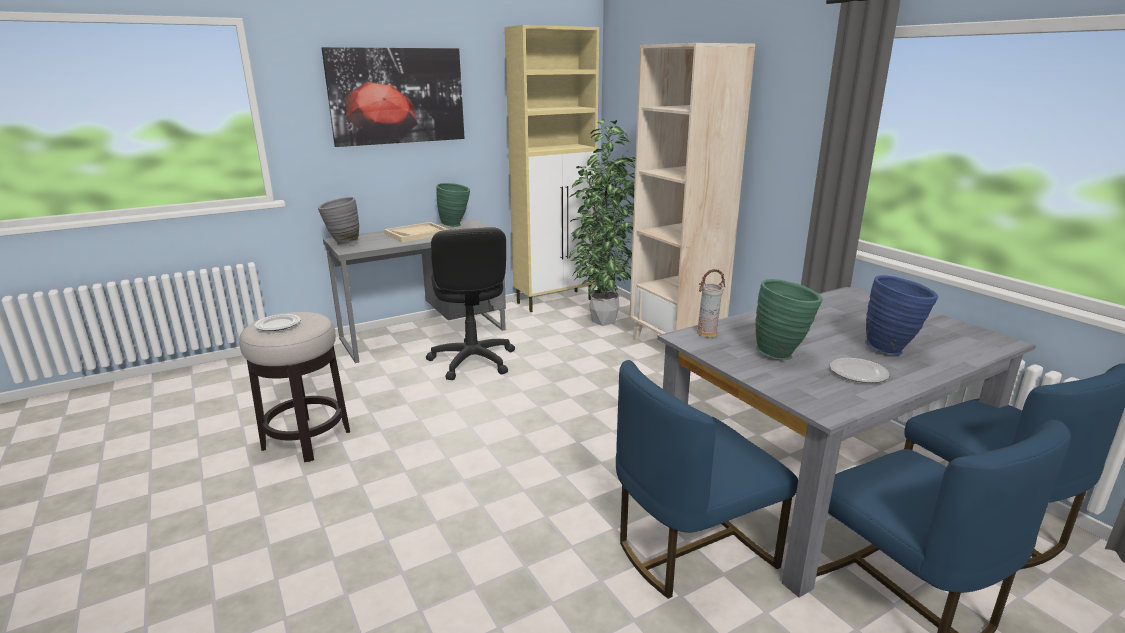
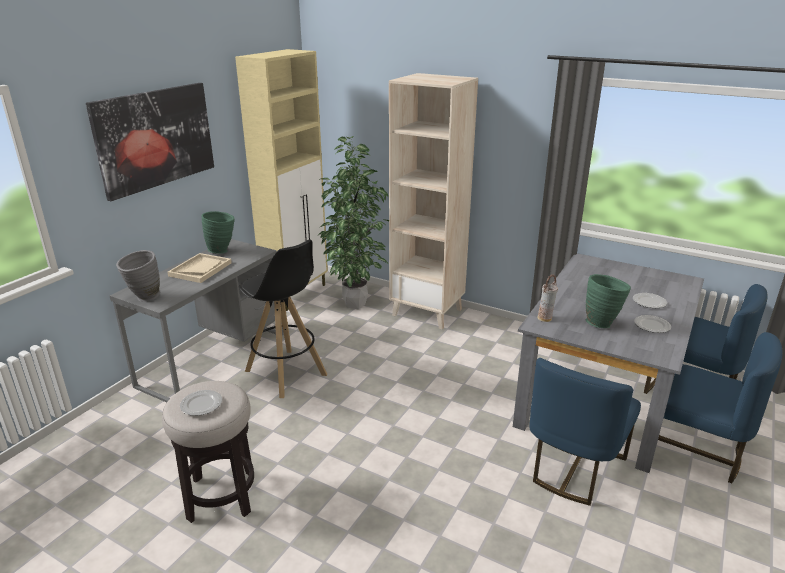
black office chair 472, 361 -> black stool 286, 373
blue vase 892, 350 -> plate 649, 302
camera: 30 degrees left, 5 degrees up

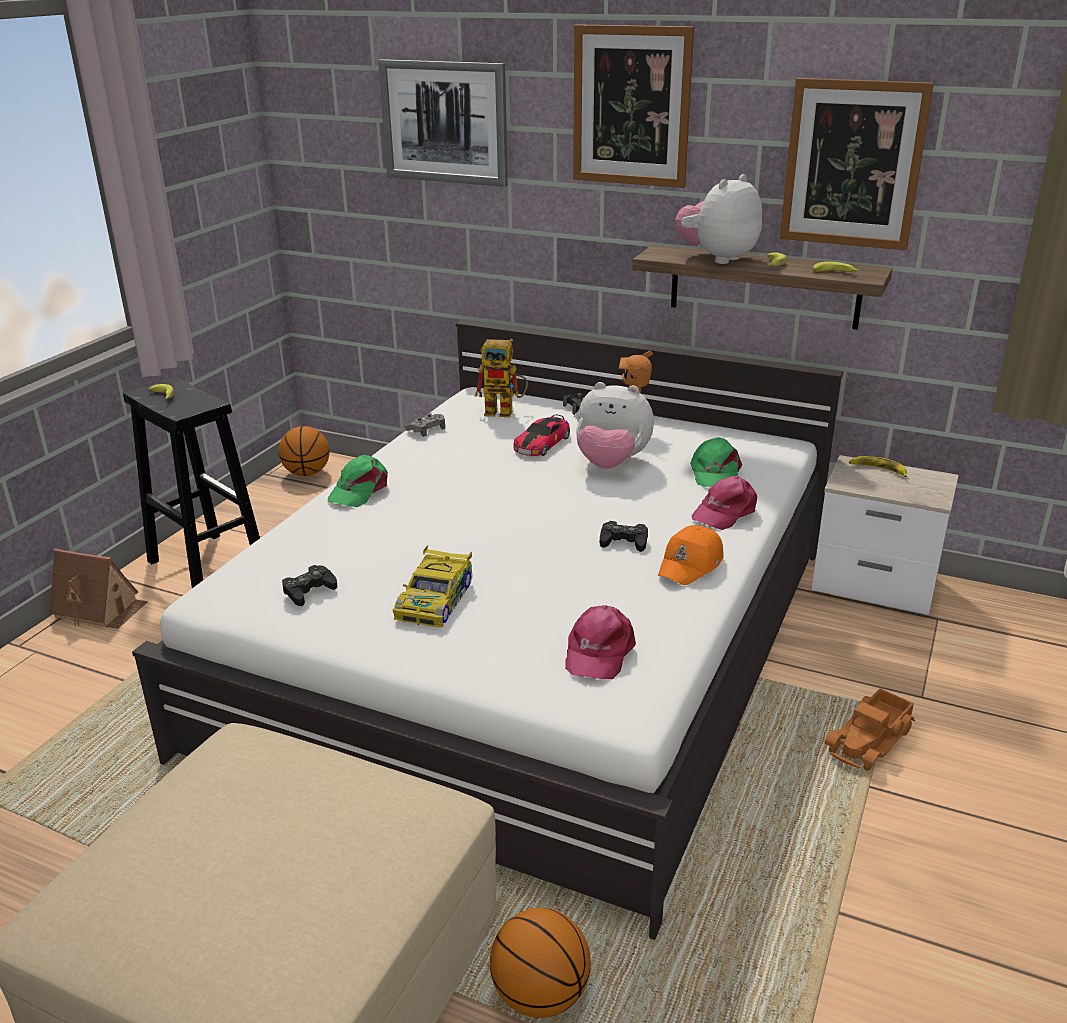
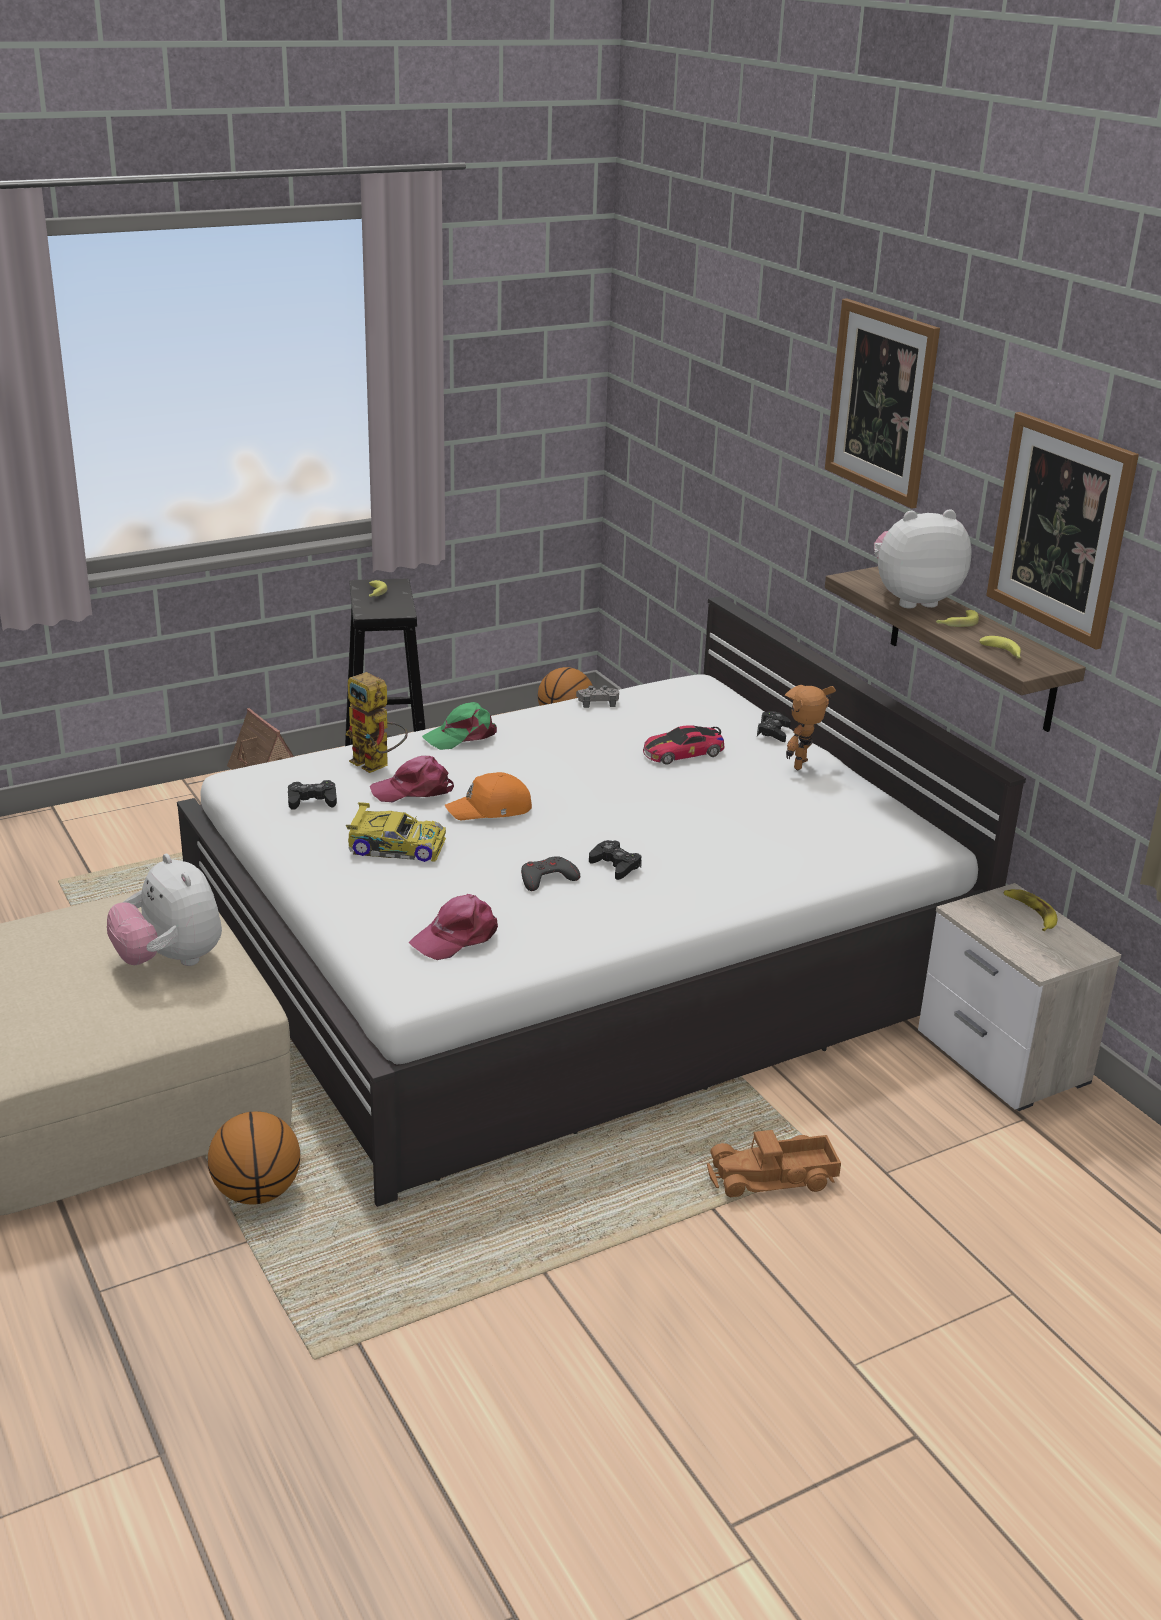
picture 444, 122 -> none
green cap 715, 473 -> none
none -> grey game controller 547, 878
toy robot 505, 412 -> toy robot 377, 765, relocated
plush toy 611, 464 -> plush toy 170, 960, relocated
orange cap 691, 565 -> orange cap 491, 809, relocated
pink cap 725, 512 -> pink cap 413, 790, relocated
toy car 436, 599 -> toy car 395, 846, 135 degrees counterclockwise
camera: 35 degrees right, 0 degrees up

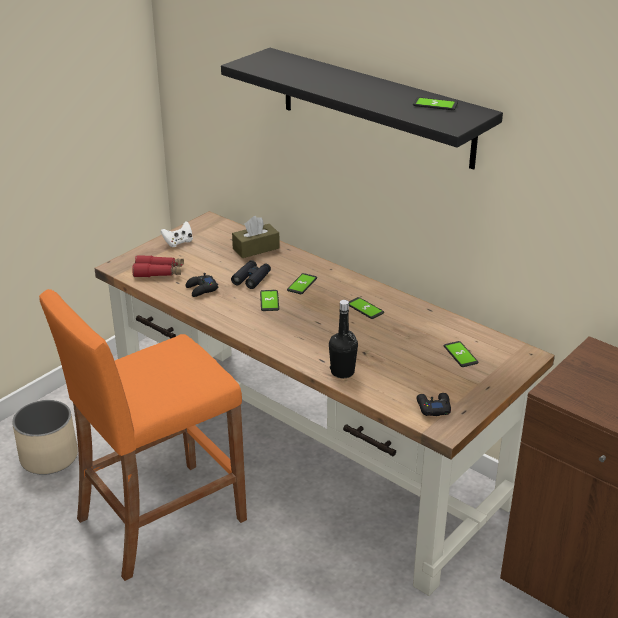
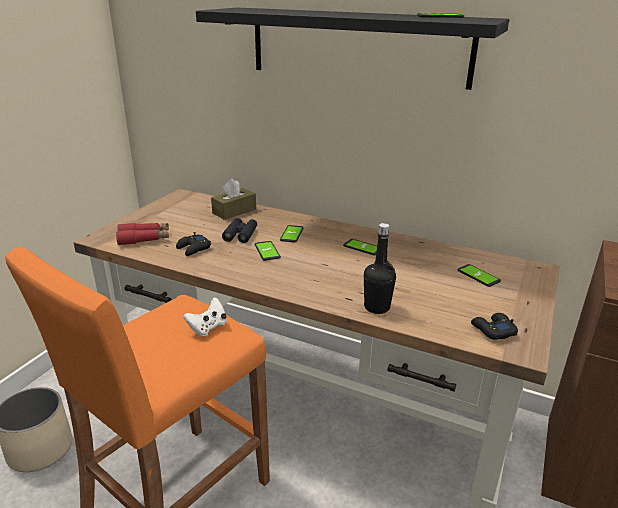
white game controller 178, 242 -> white game controller 208, 328, relocated
camera: 15 degrees left, 5 degrees down

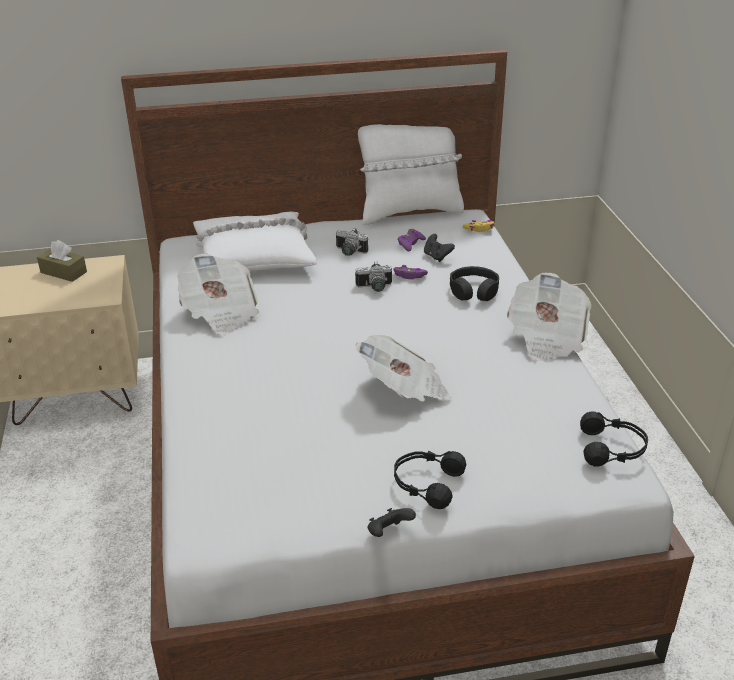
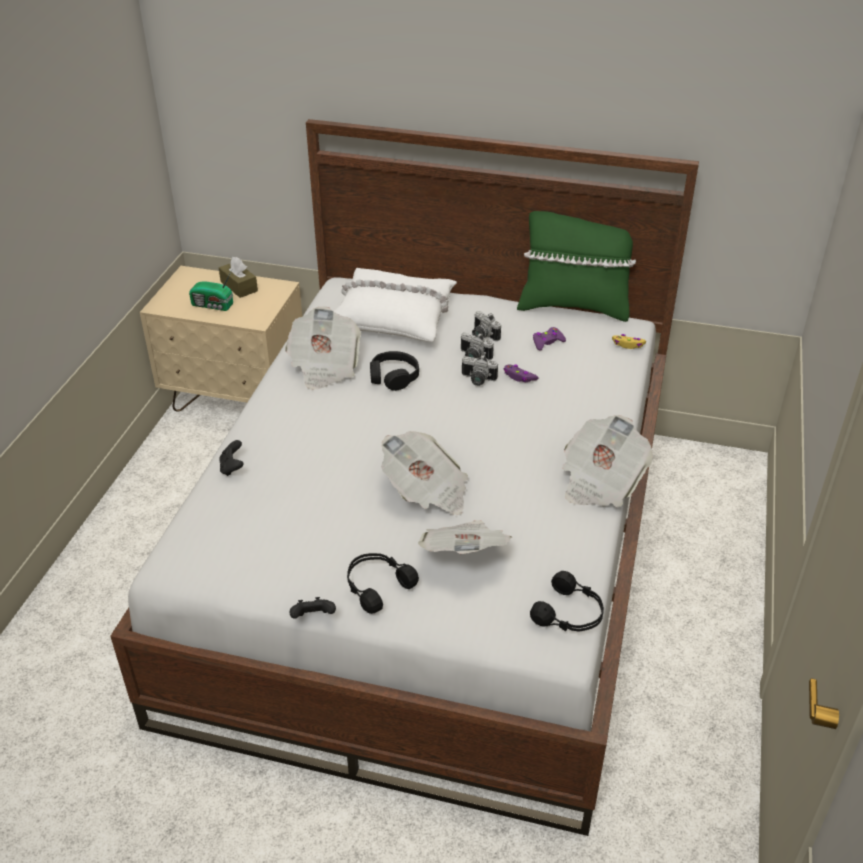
none -> radio 213, 305
none -> newspaper 464, 555
none -> photo camera 473, 357
black game controller 437, 257 -> black game controller 232, 468, relocated
black headphones 473, 291 -> black headphones 393, 377, relocated
white pillow 409, 212 -> green pillow 573, 306
camera: 25 degrees right, 5 degrees up

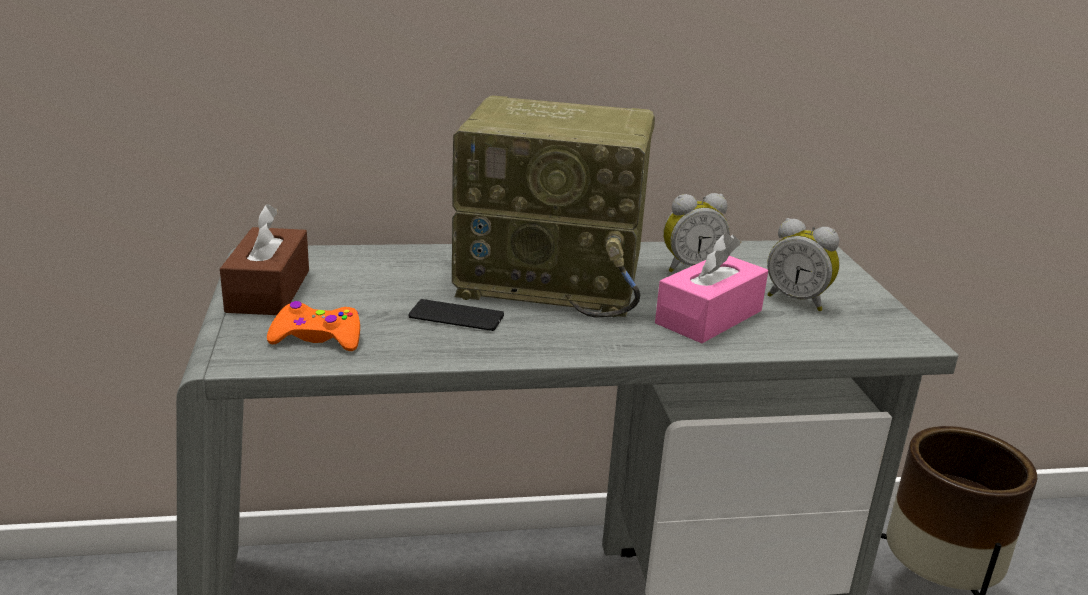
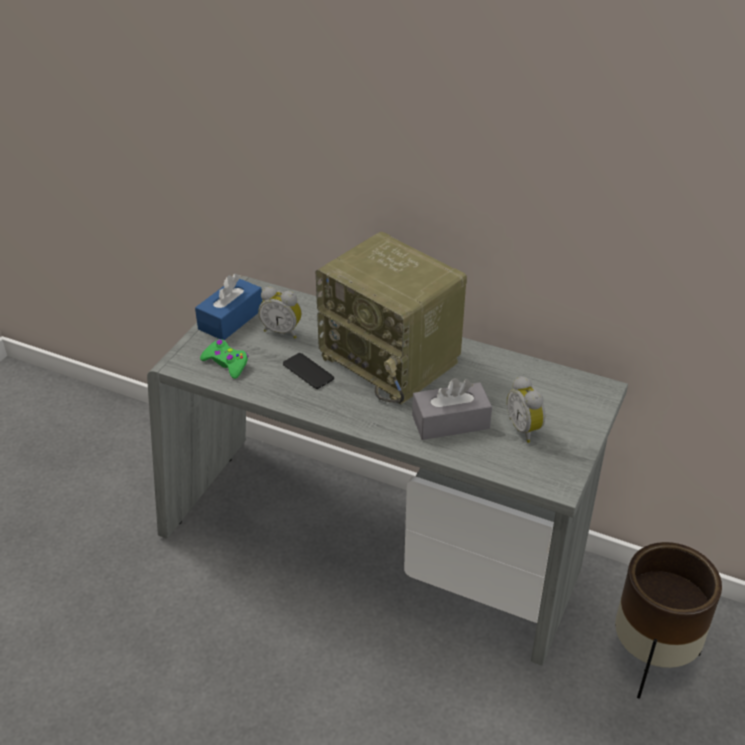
alarm clock 690, 267 -> alarm clock 282, 331, relocated
brown tissue box 268, 291 -> blue tissue box 230, 319
orange game controller 317, 338 -> green game controller 226, 363
pink tissue box 709, 317 -> grey tissue box 450, 422
camera: 35 degrees right, 15 degrees up

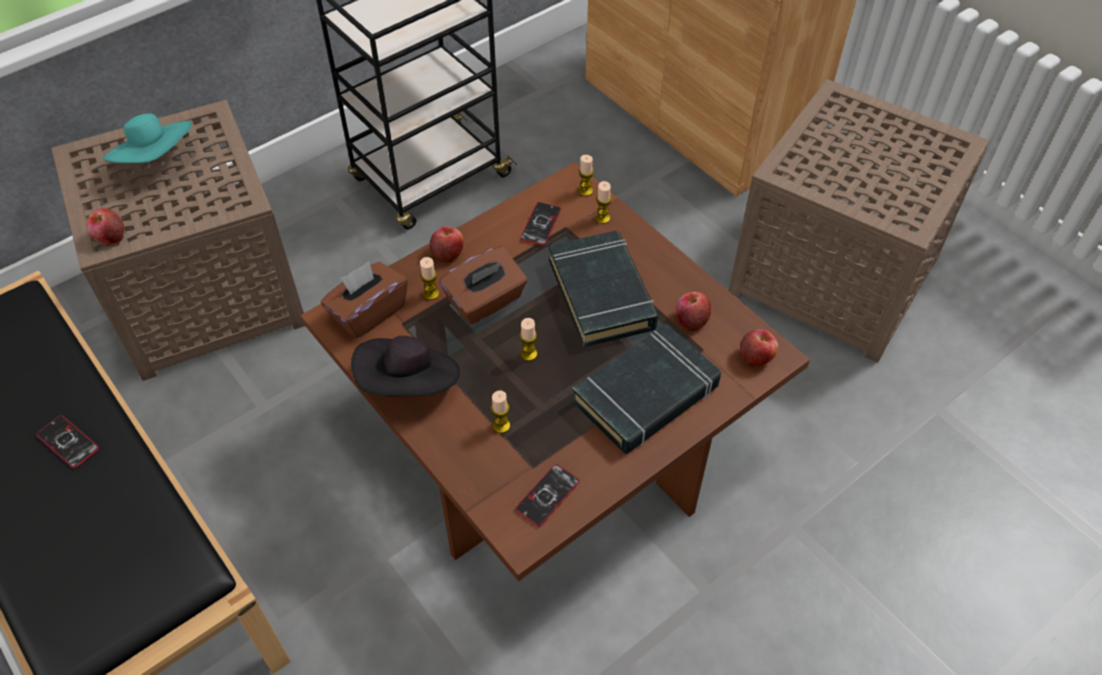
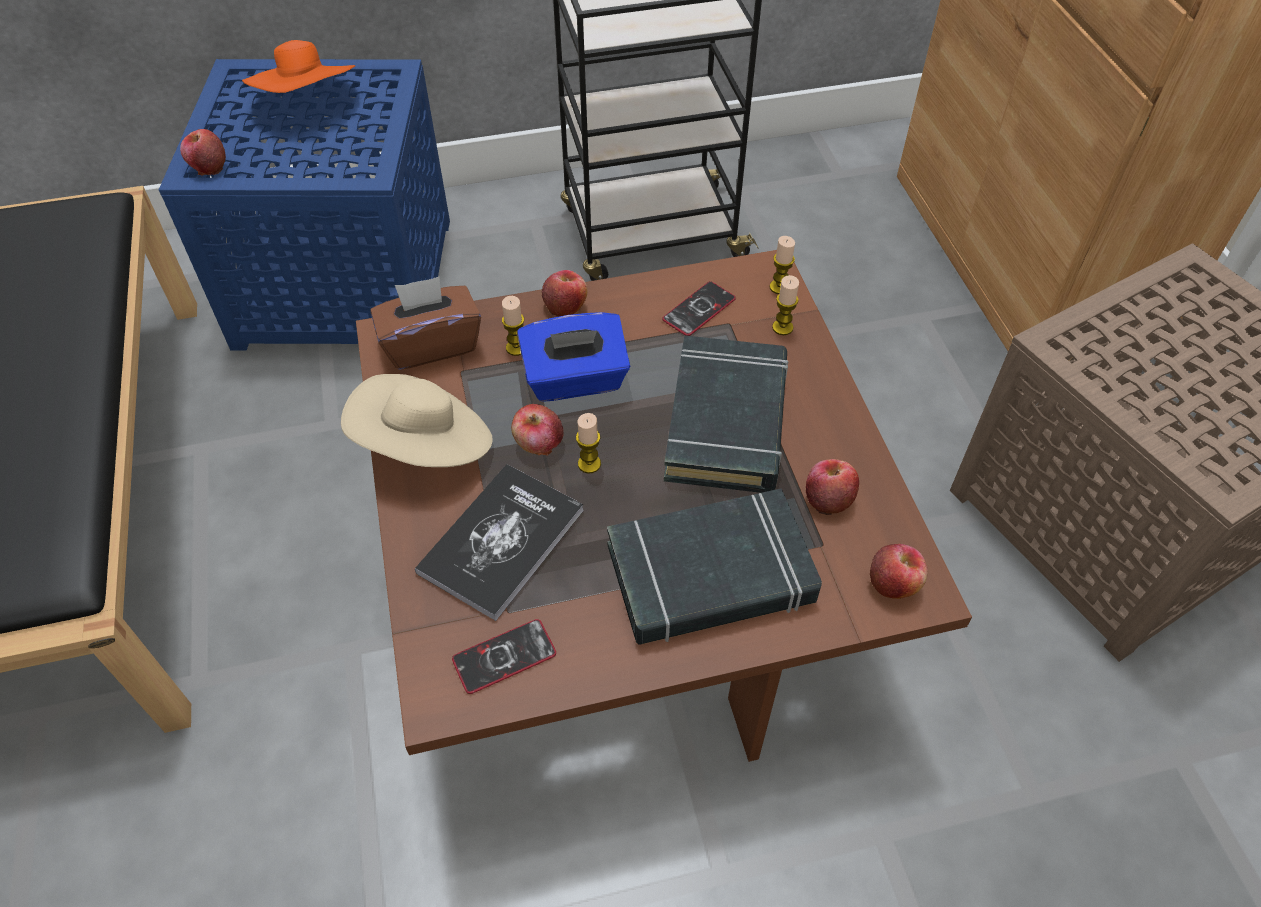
phone 68, 442 -> none
none -> apple 538, 443
candle 501, 425 -> book 501, 541
brown side table 209, 291 -> blue side table 349, 279
turquoise hat 157, 160 -> orange hat 308, 101
black hat 409, 383 -> beige hat 425, 446
brown tissue box 486, 302 -> blue tissue box 575, 380
camera: 25 degrees right, 0 degrees up

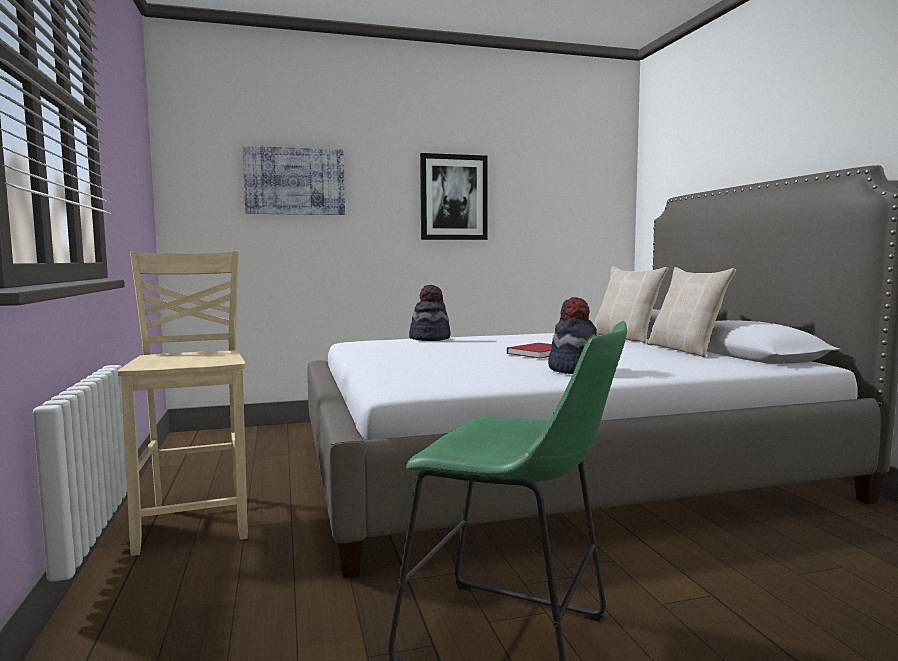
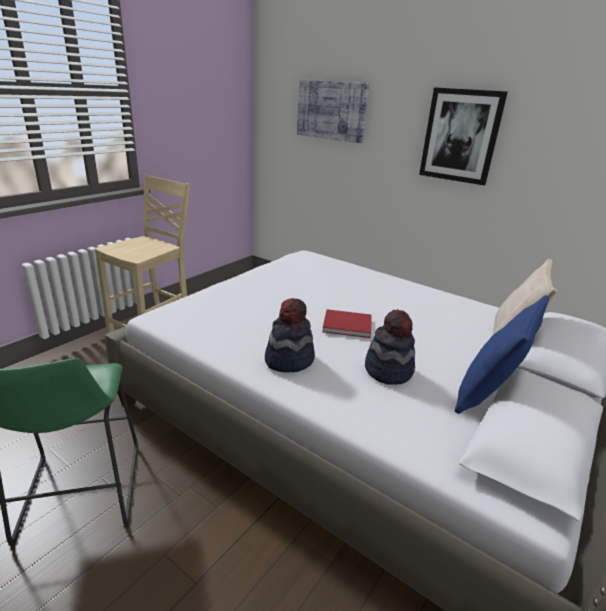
hat 430, 338 -> hat 388, 370, relocated
beige pillow 686, 350 -> blue pillow 488, 394
camera: 50 degrees right, 20 degrees up

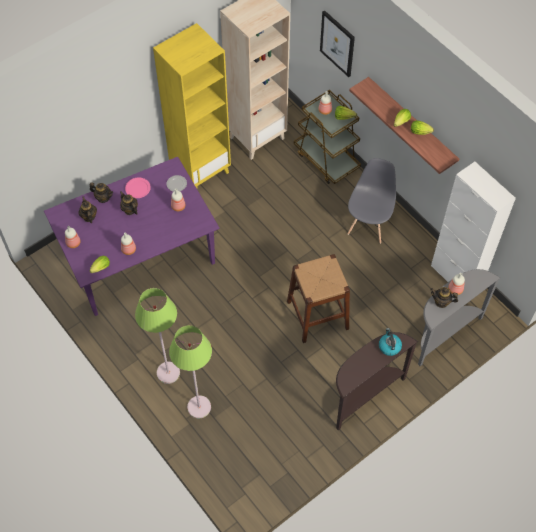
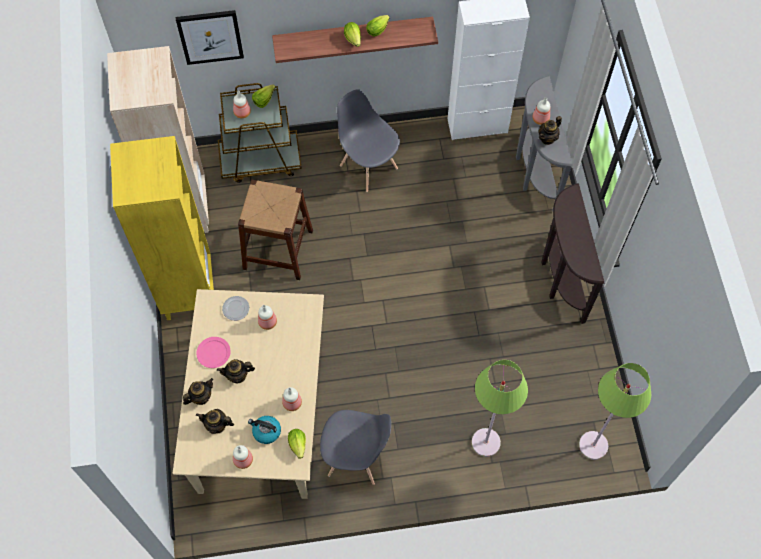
none -> grey chair 356, 458
green floor lamp 168, 373 -> green floor lamp 593, 445, relocated
brown stool 317, 315 -> brown stool 278, 249, relocated
kettle 389, 346 -> kettle 266, 431, relocated
purple dining table 139, 258 -> beige dining table 261, 413
camera: 60 degrees left, 5 degrees up

